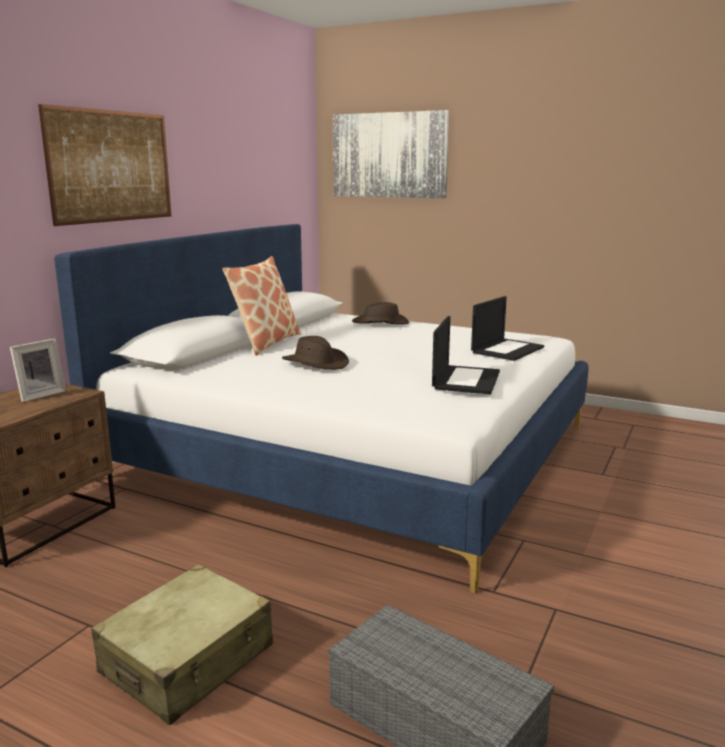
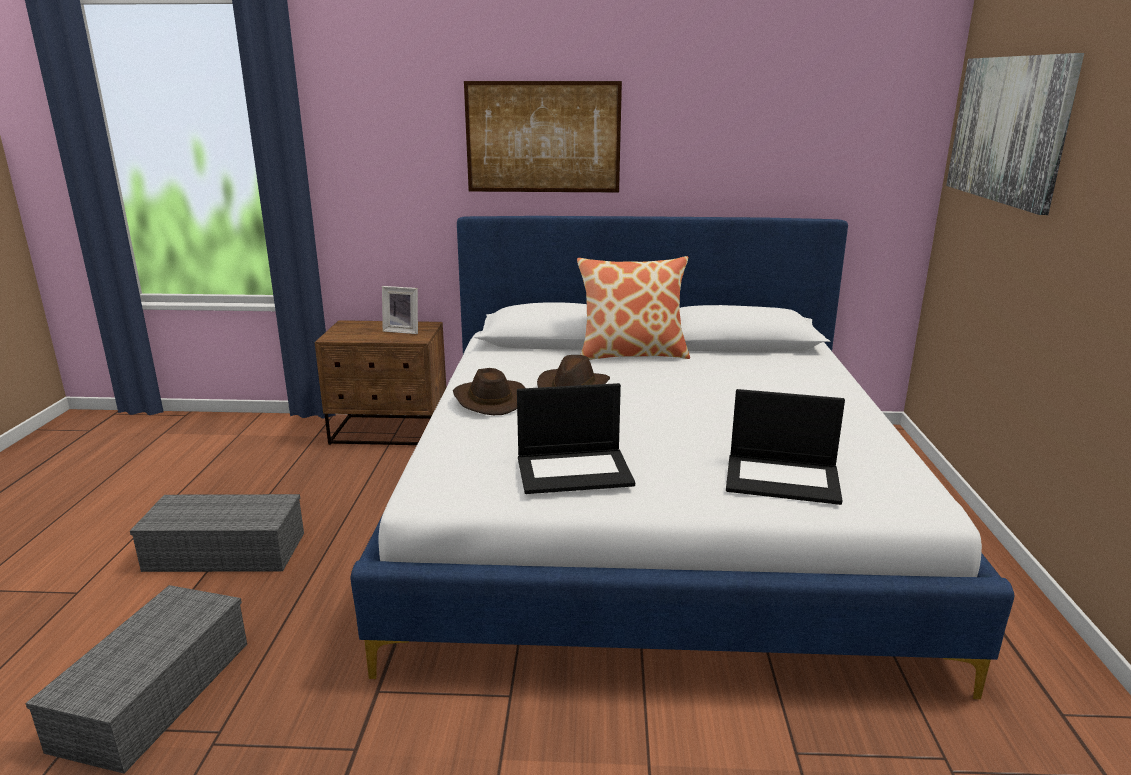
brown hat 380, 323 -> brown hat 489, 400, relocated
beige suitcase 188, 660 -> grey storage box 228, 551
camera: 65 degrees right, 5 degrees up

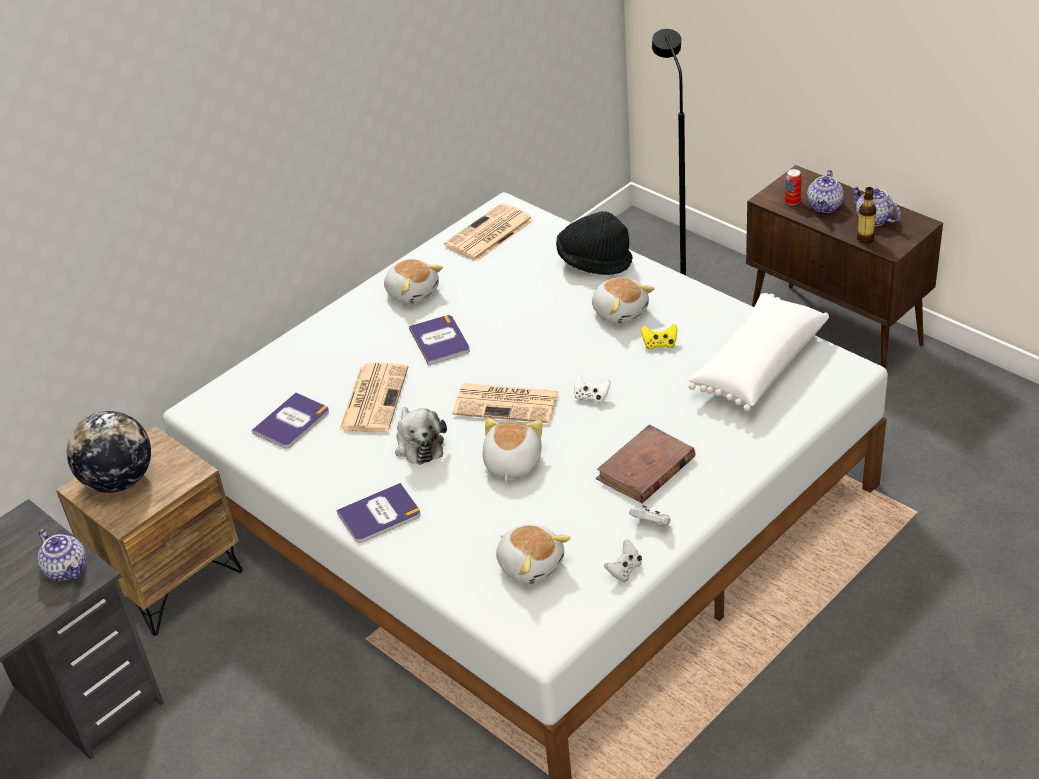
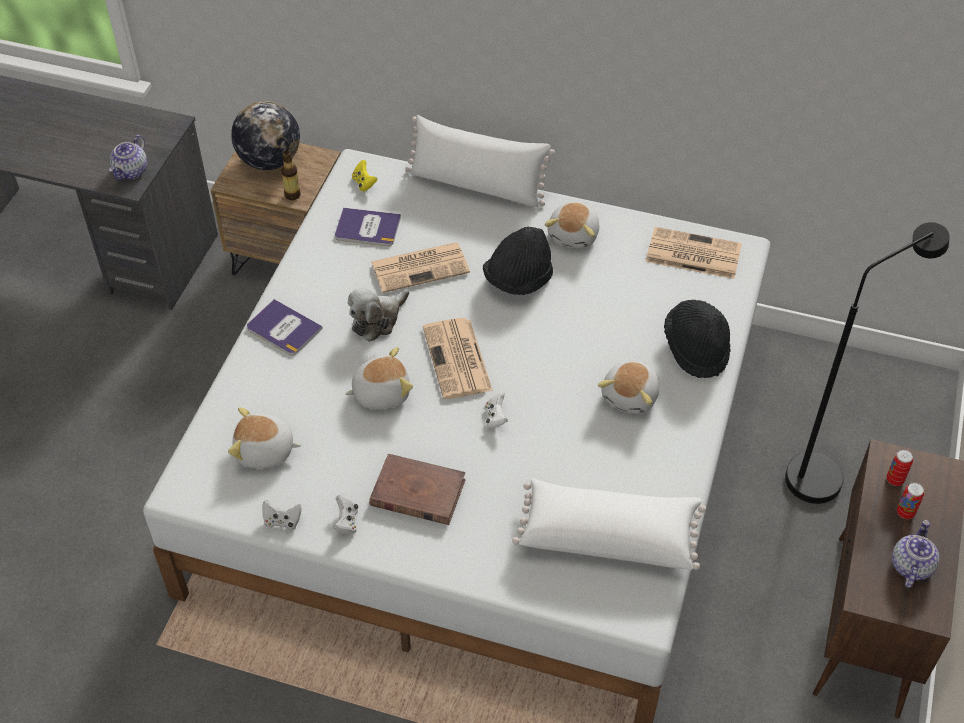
none -> white pillow 477, 185
yellow game controller 659, 344 -> yellow game controller 364, 183, relocated
bottle 865, 239 -> bottle 292, 195, relocated
book 439, 340 -> black hat 518, 280
teapot 825, 206 -> can 905, 512
plush toy 531, 564 -> plush toy 265, 452, 75 degrees clockwise
camera: 60 degrees right, 10 degrees up

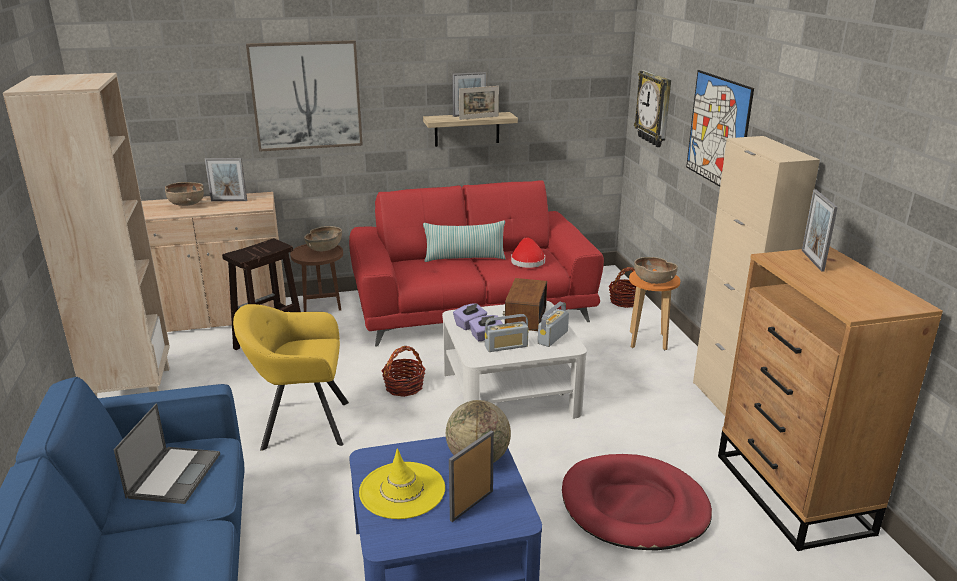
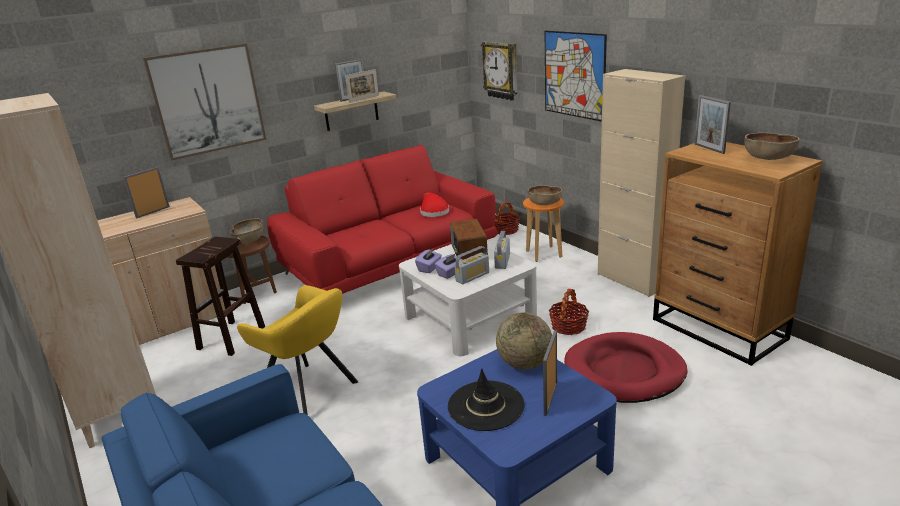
laptop 174, 474 -> none
pillow 464, 258 -> none
brown bowl 186, 204 -> brown bowl 768, 159, relocated
basket 404, 387 -> basket 568, 326, relocated
yellow hat 402, 490 -> black hat 486, 406
picture frame 229, 200 -> picture frame 153, 212, 150 degrees clockwise
yellow armchair 300, 424 -> yellow armchair 310, 393, 120 degrees counterclockwise
camera: 20 degrees left, 0 degrees up

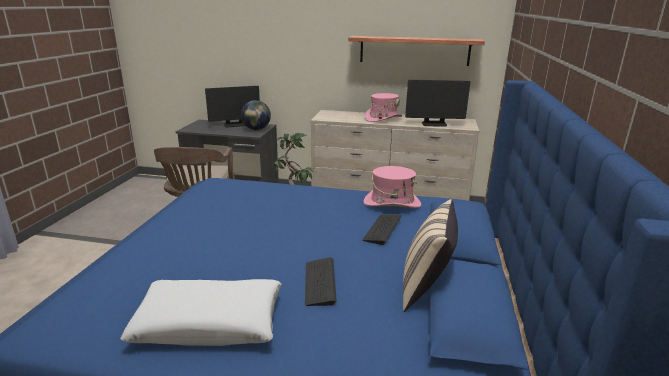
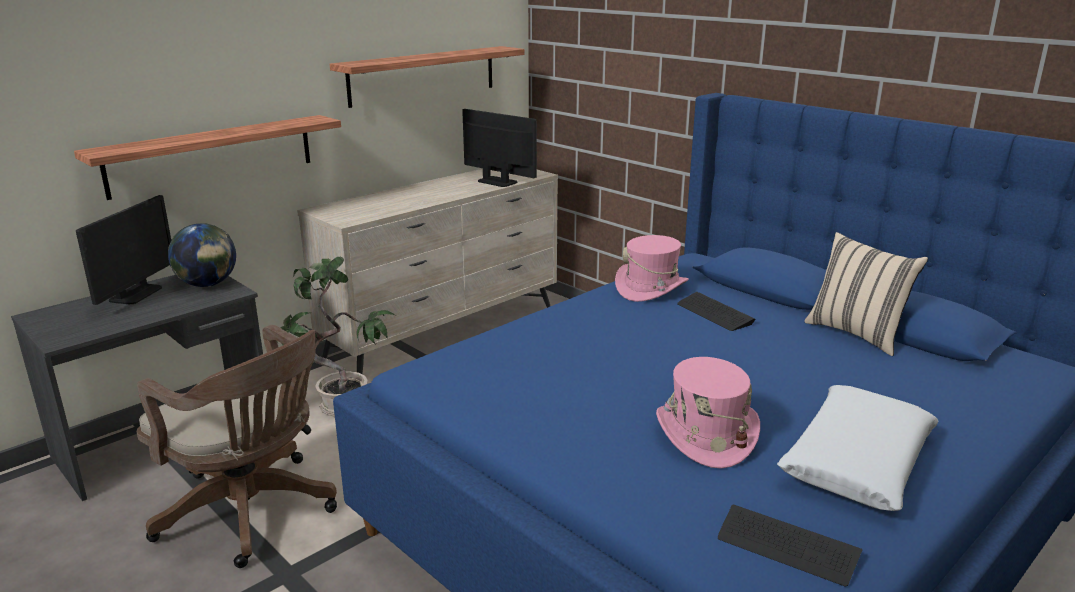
none -> shelf 212, 155
keyboard 320, 282 -> keyboard 787, 547, relocated
pink hat 383, 118 -> pink hat 705, 435, relocated
monitor 434, 124 -> monitor 497, 182, 90 degrees counterclockwise
camera: 55 degrees left, 0 degrees up

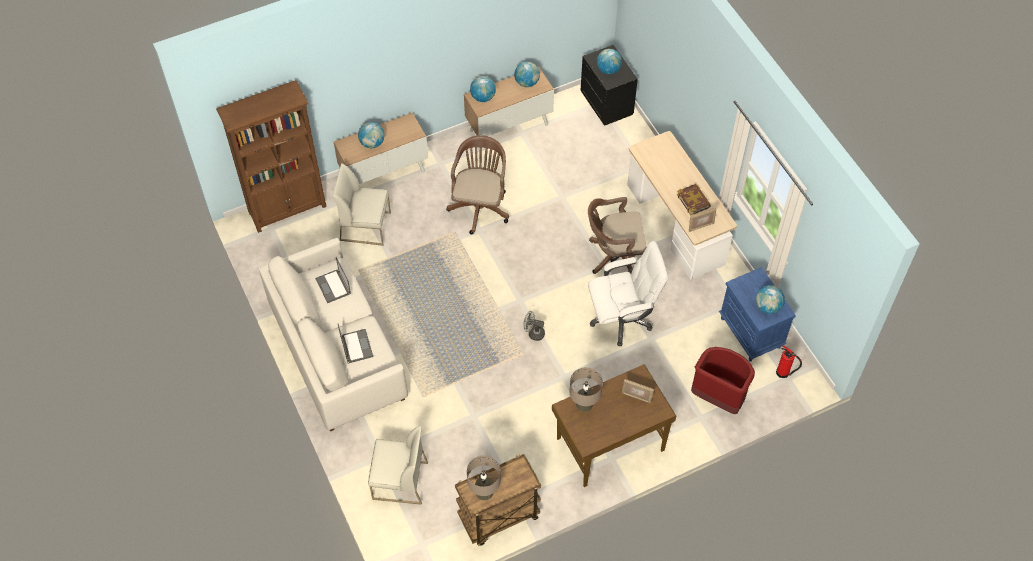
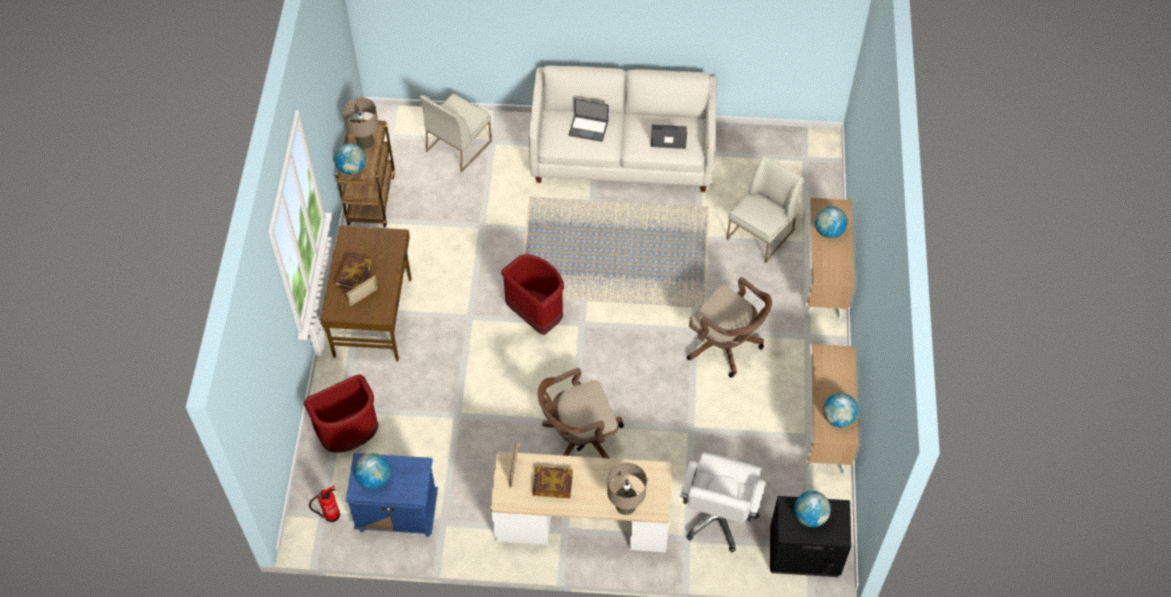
brown bookcase 288, 209 -> none
none -> book 353, 275
globe 483, 97 -> globe 352, 168, relocated
beige table lamp 584, 404 -> beige table lamp 625, 505, relocated
white office chair 622, 319 -> white office chair 718, 517, relocated
grey fan 533, 333 -> red trash can 536, 316
brown office chair 615, 256 -> brown office chair 578, 438, 135 degrees counterclockwise
camera: 120 degrees right, 0 degrees up

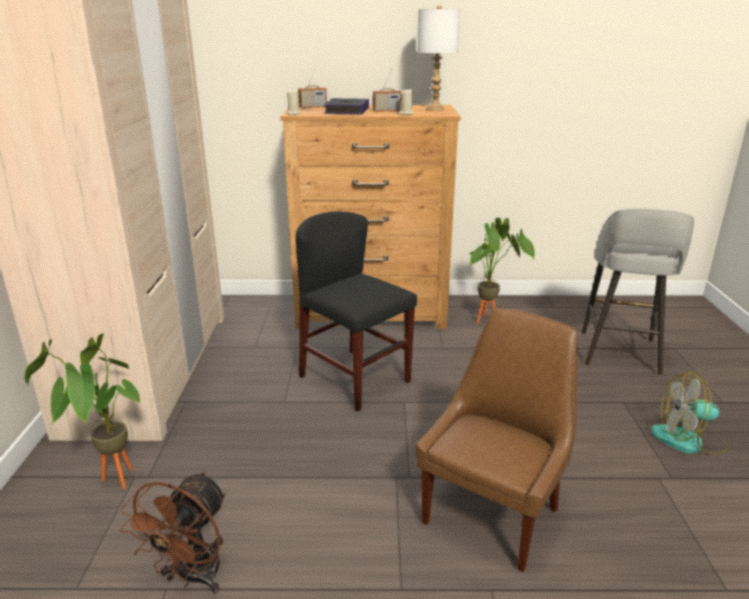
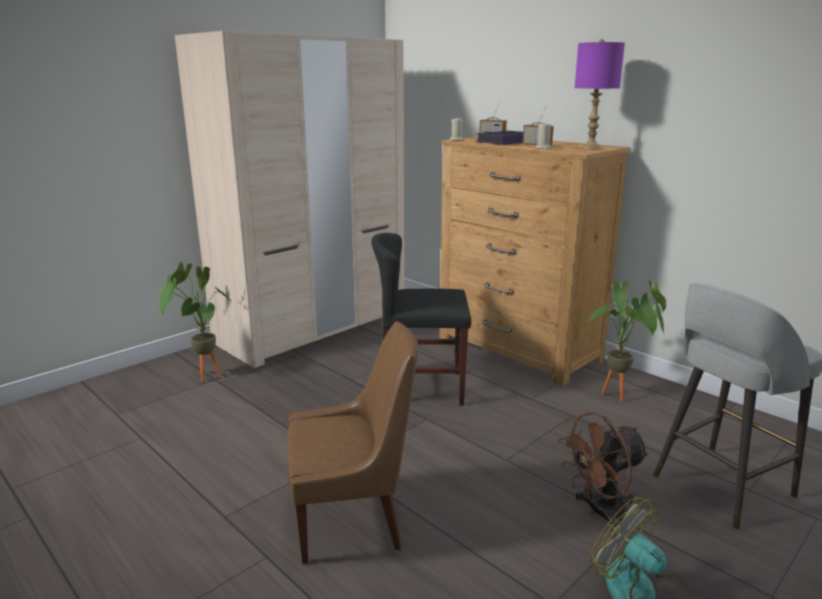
brown fan 192, 578 -> brown fan 598, 512, relocated
white table lamp 435, 109 -> purple table lamp 591, 148
black chair 355, 379 -> black chair 420, 388, 90 degrees counterclockwise
camera: 45 degrees right, 5 degrees down

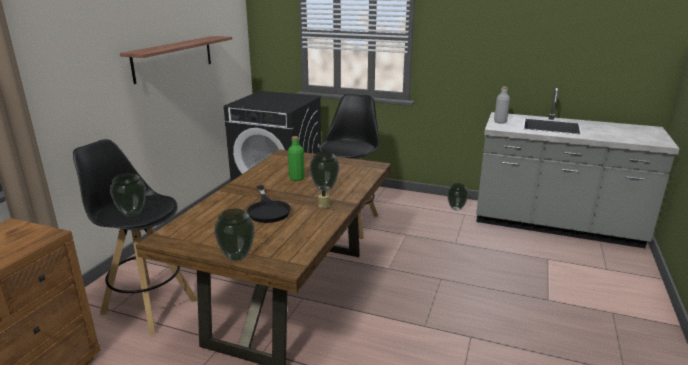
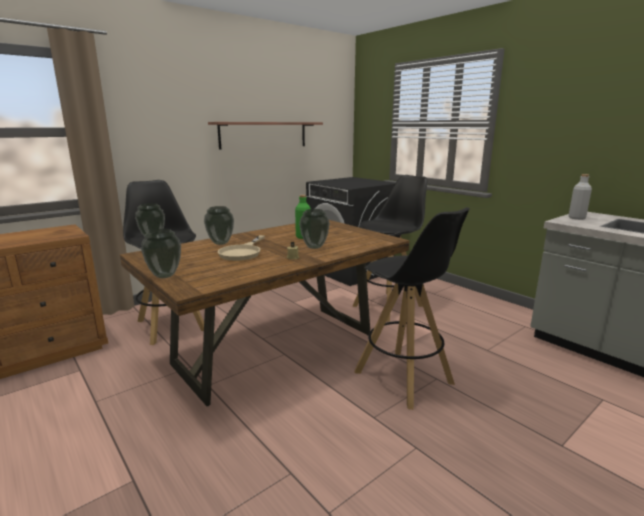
none -> black stool 404, 378
vase 456, 208 -> vase 220, 243, relocated
black frying pan 267, 209 -> beige frying pan 243, 252
camera: 30 degrees right, 5 degrees down

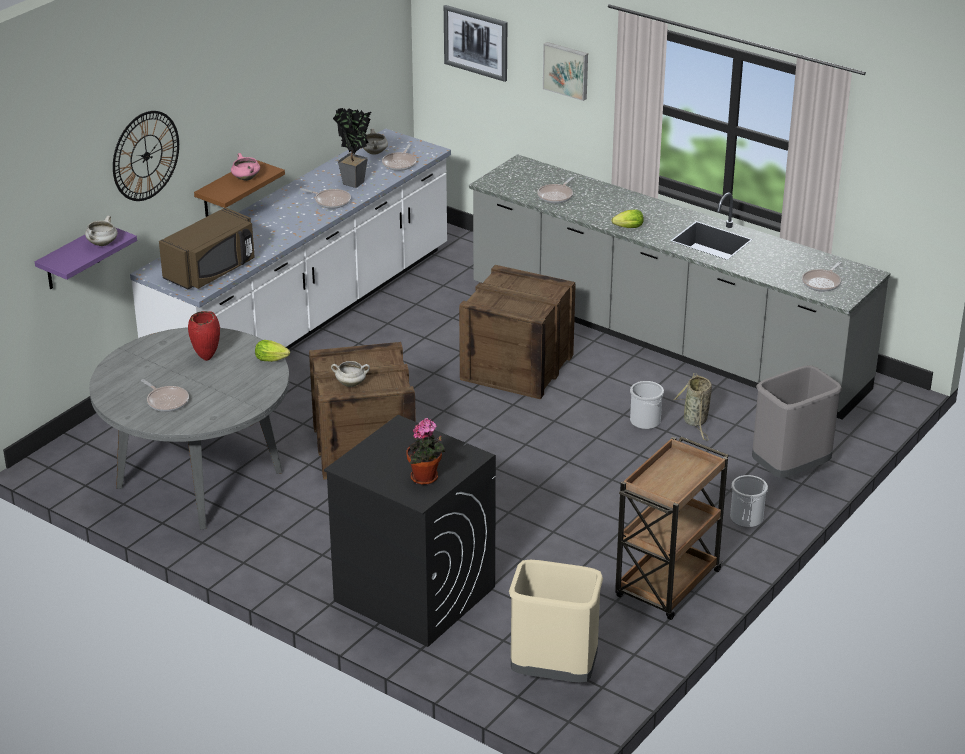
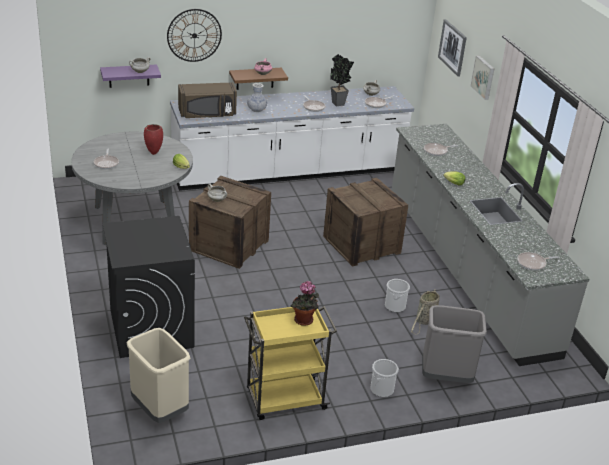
none -> vase 256, 110
potted plant 426, 478 -> potted plant 304, 321, relocated
brown cart 667, 585 -> yellow cart 284, 400
camera: 35 degrees right, 0 degrees up

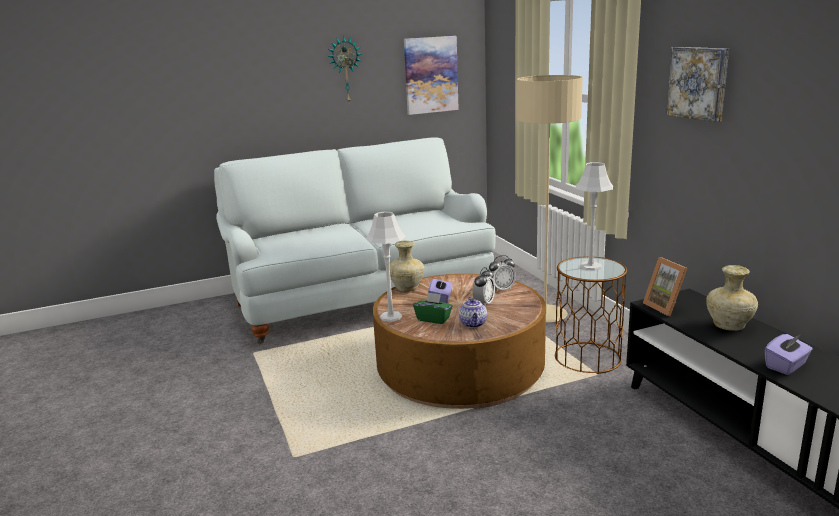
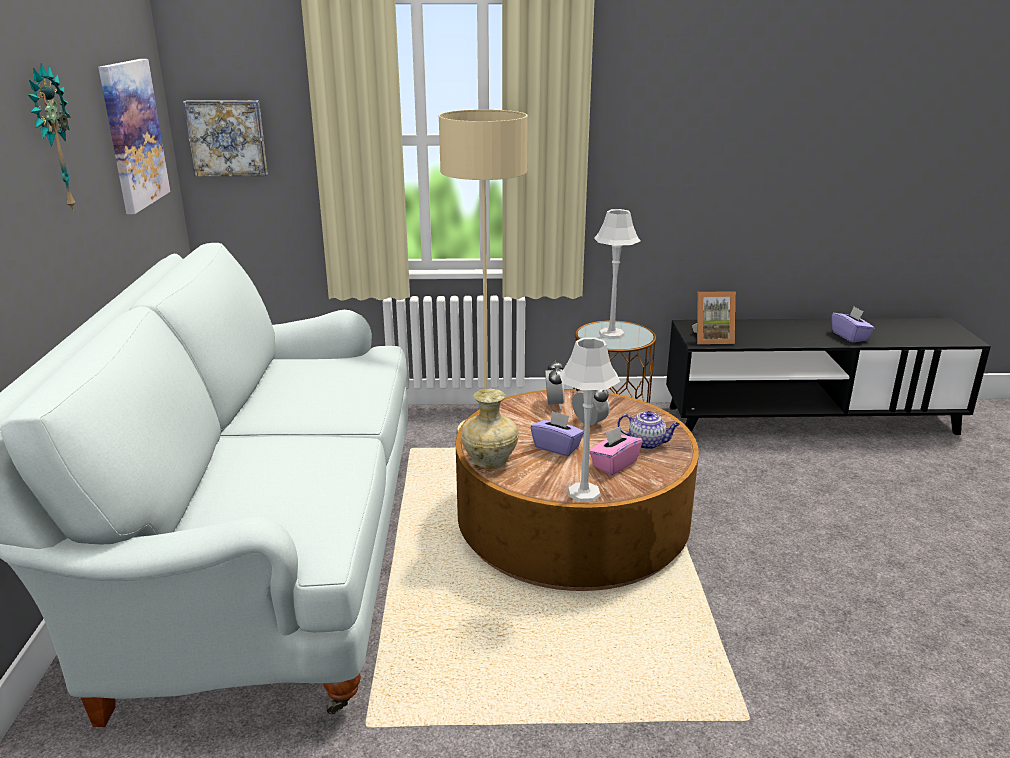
beige vase 729, 326 -> none
picture 699, 83 -> picture 227, 138, relocated
green tissue box 433, 319 -> pink tissue box 614, 464
camera: 70 degrees left, 5 degrees up

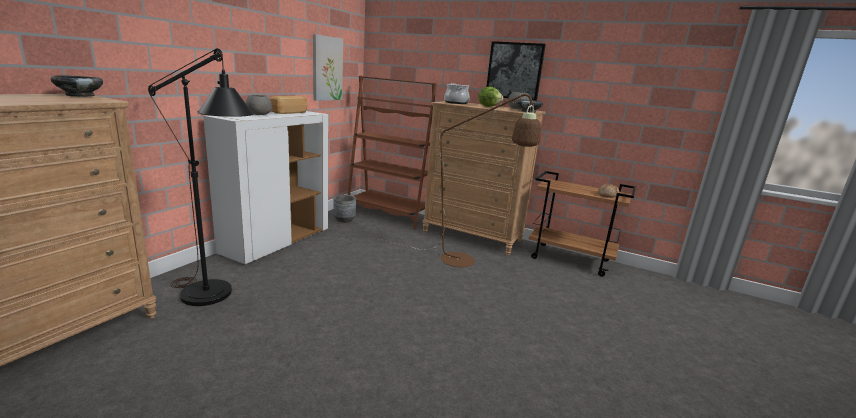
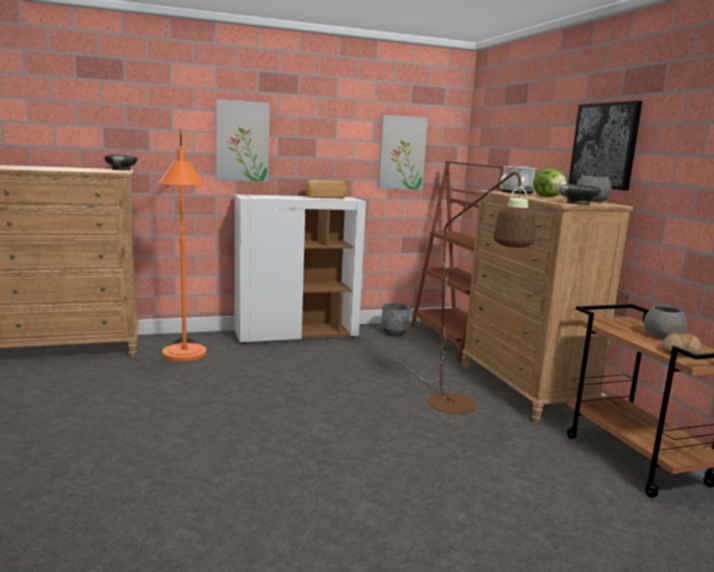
none -> picture 242, 141
grey bowl 259, 114 -> grey bowl 662, 336, relocated
black floor lamp 215, 298 -> orange floor lamp 184, 358
camera: 45 degrees right, 5 degrees down

